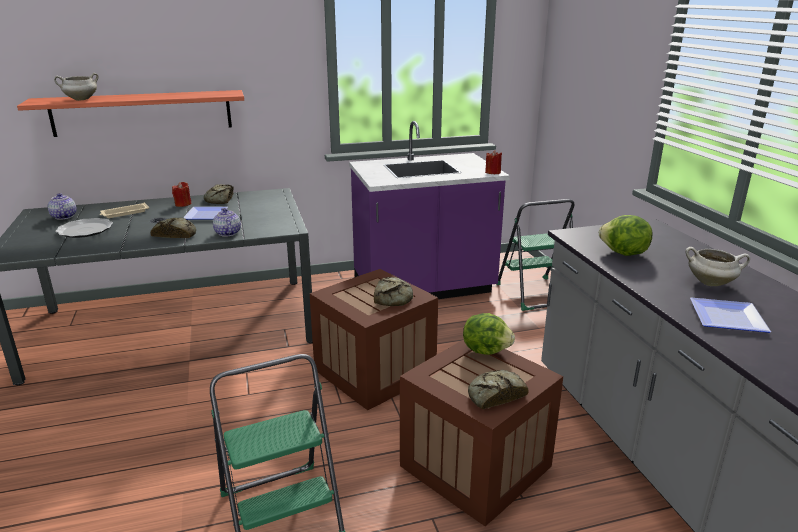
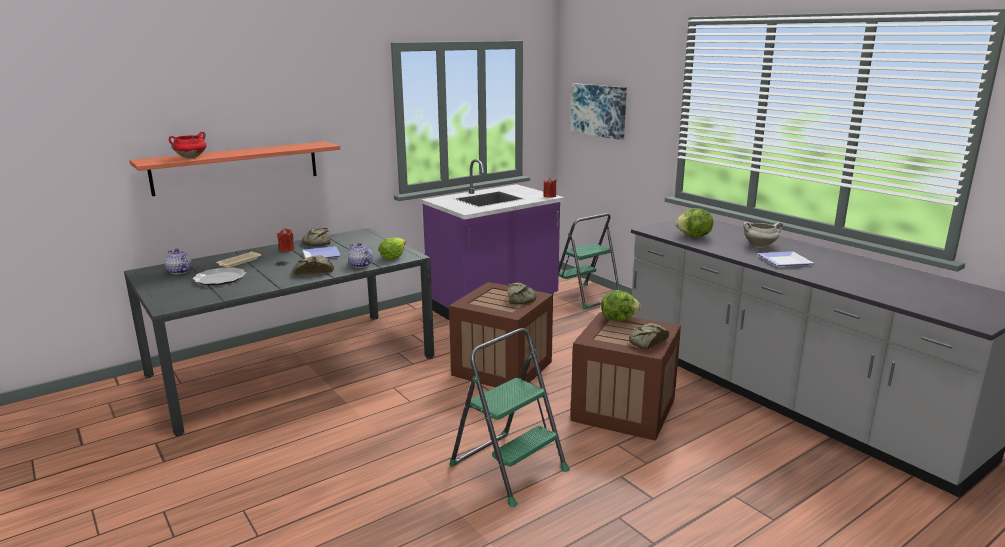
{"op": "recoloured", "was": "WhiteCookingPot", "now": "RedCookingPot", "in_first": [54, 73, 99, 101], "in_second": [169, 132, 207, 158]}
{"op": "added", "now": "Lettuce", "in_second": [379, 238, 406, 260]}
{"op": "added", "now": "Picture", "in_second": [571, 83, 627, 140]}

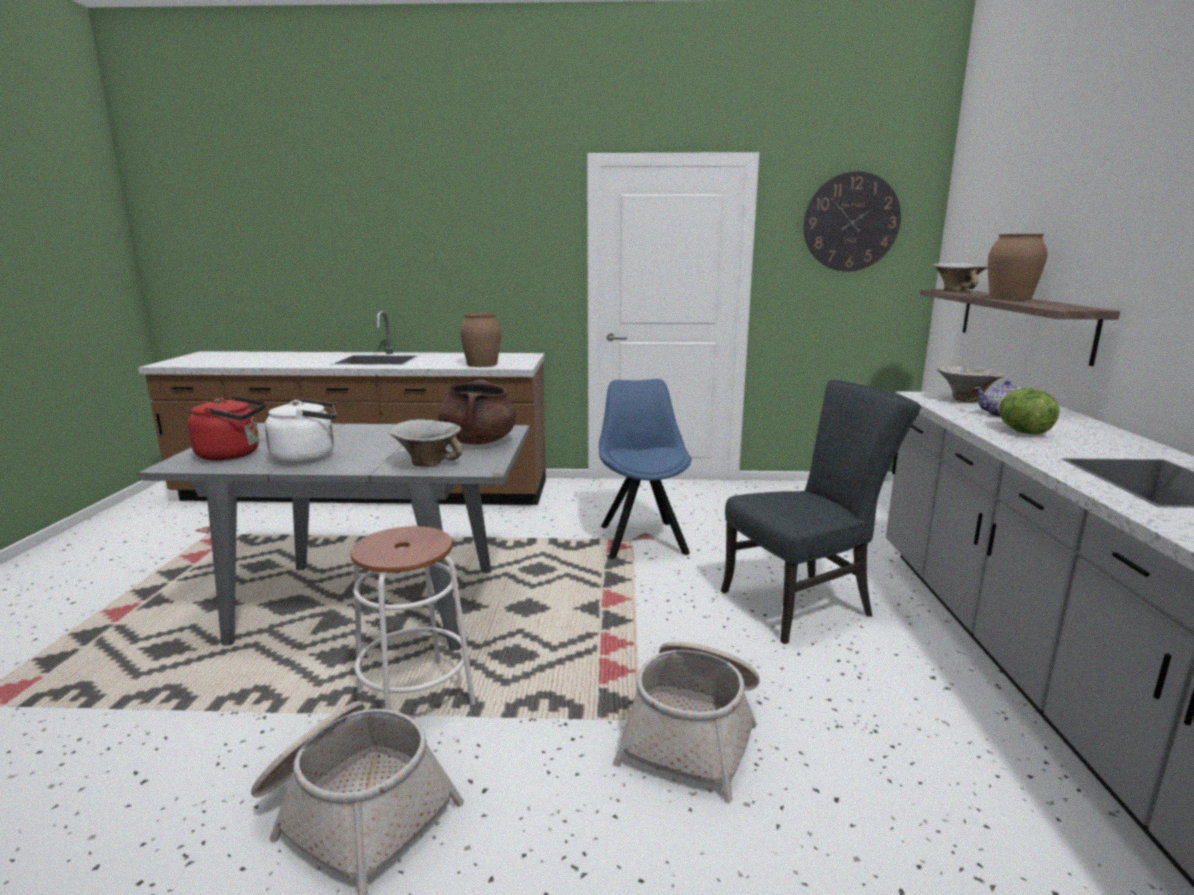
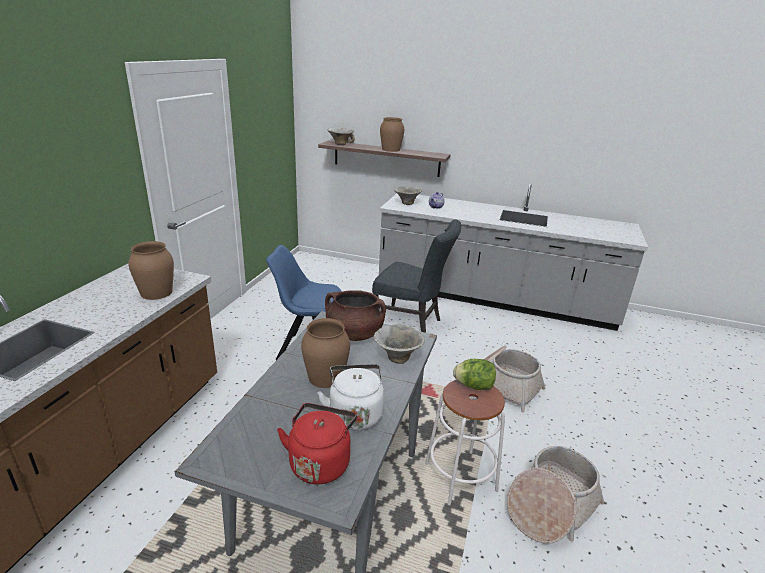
{"op": "turned", "was": "GreyChair", "in_first": [721, 380, 922, 644], "in_second": [372, 219, 461, 333], "clockwise": 120}
{"op": "removed", "was": "WallClock", "in_first": [803, 171, 901, 271]}
{"op": "moved", "was": "Lettuce", "in_first": [998, 388, 1059, 434], "in_second": [453, 359, 496, 390]}
{"op": "added", "now": "BrownVase", "in_second": [301, 318, 350, 388]}

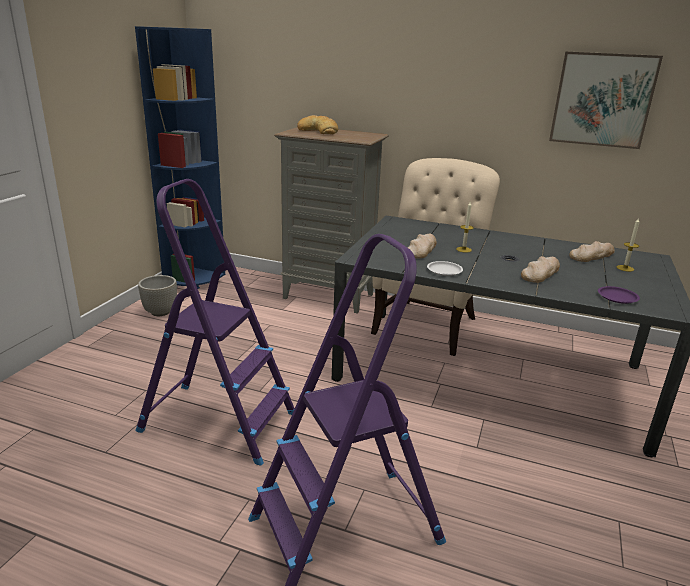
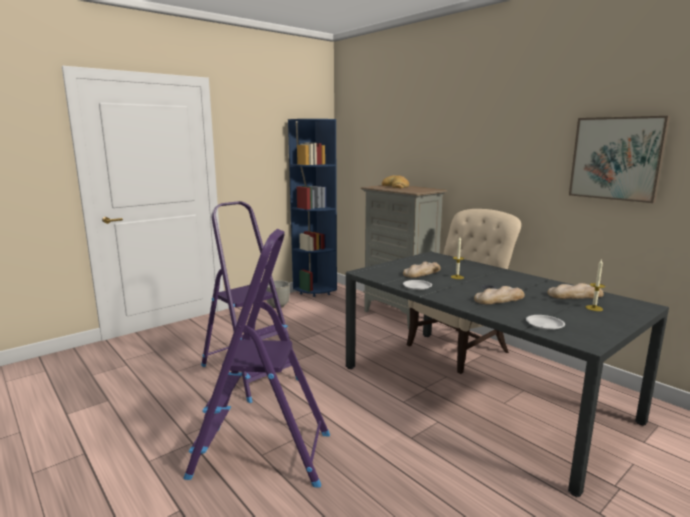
{"op": "recoloured", "was": "PurplePlate", "now": "WhitePlate", "in_first": [598, 286, 640, 304], "in_second": [526, 315, 565, 330]}

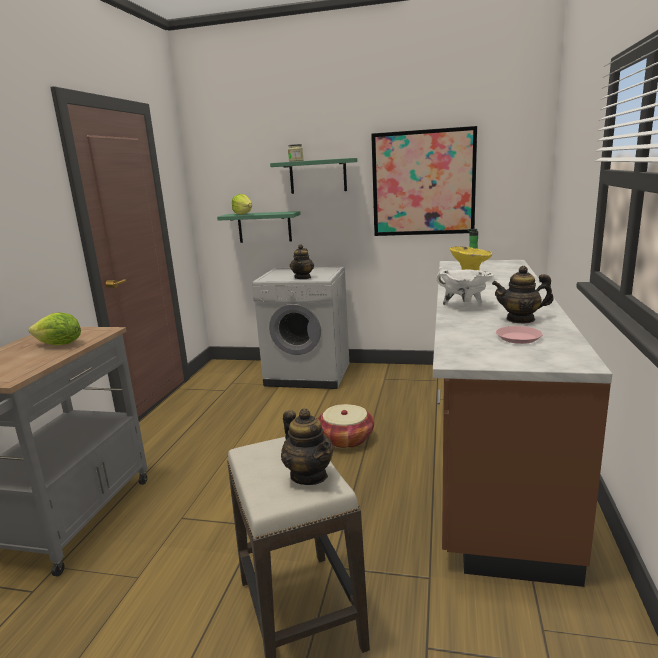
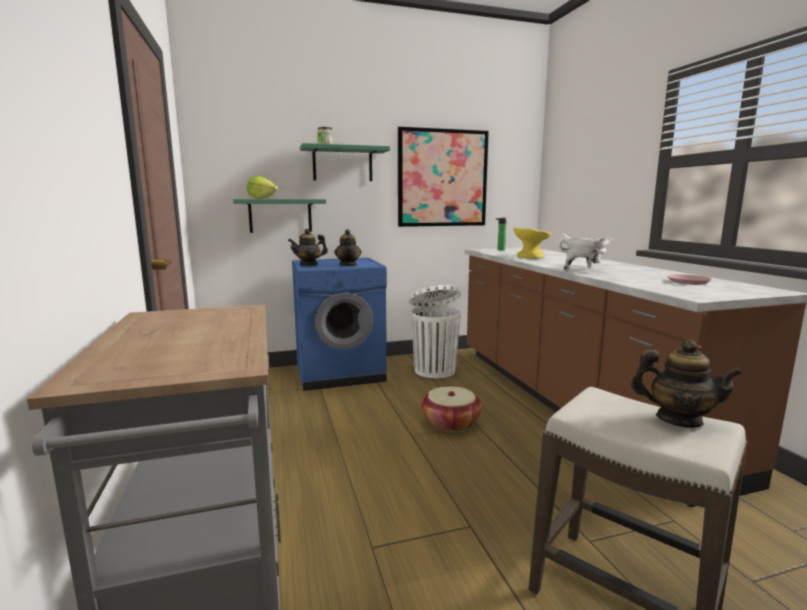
{"op": "removed", "was": "Lettuce", "in_first": [28, 312, 81, 345]}
{"op": "recoloured", "was": "WhiteWashingMachine", "now": "BlueWashingMachine", "in_first": [252, 267, 349, 389], "in_second": [292, 258, 387, 391]}
{"op": "moved", "was": "Teapot", "in_first": [492, 266, 553, 324], "in_second": [288, 229, 328, 266]}
{"op": "added", "now": "WhiteTrashCan", "in_second": [409, 285, 461, 378]}

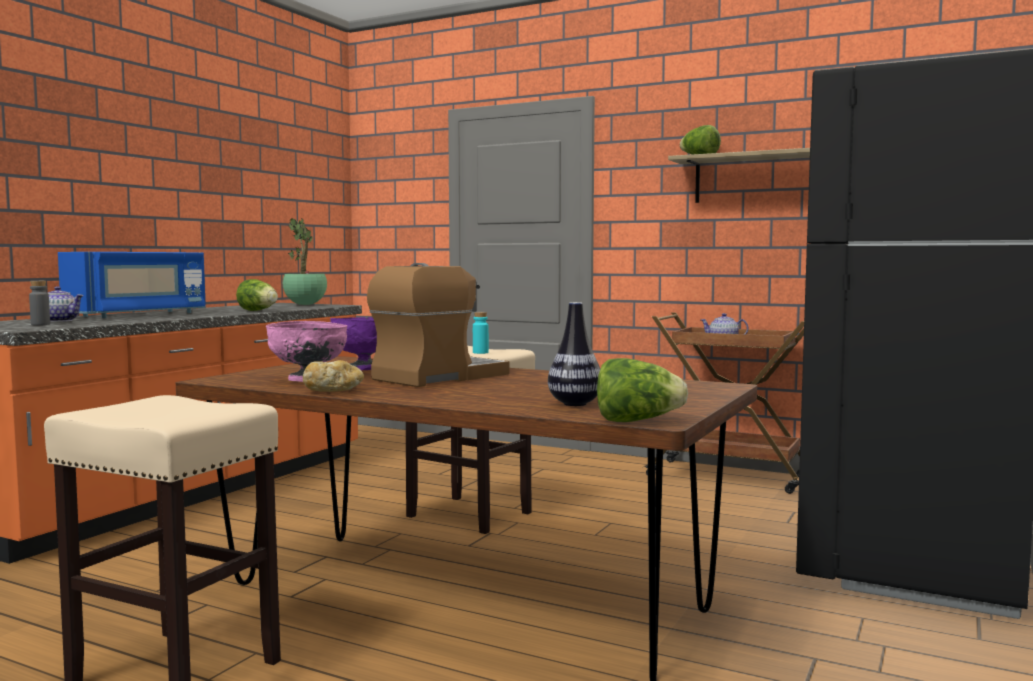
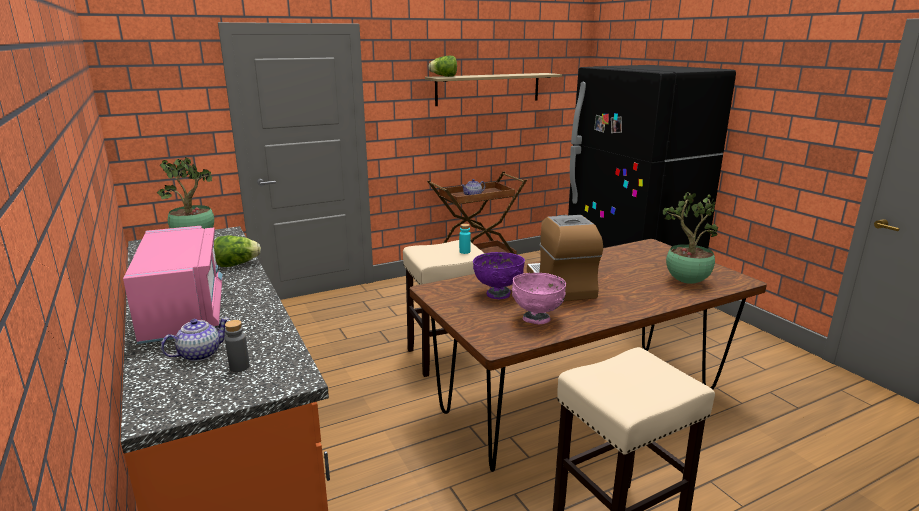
{"op": "recoloured", "was": "BlueMicrowave", "now": "PinkMicrowave", "in_first": [58, 252, 206, 318], "in_second": [123, 226, 223, 344]}
{"op": "removed", "was": "Bread", "in_first": [303, 360, 364, 392]}
{"op": "replaced", "was": "Vase", "now": "PottedPlant", "in_first": [548, 302, 600, 406], "in_second": [663, 192, 718, 284]}
{"op": "removed", "was": "Lettuce", "in_first": [597, 358, 688, 422]}

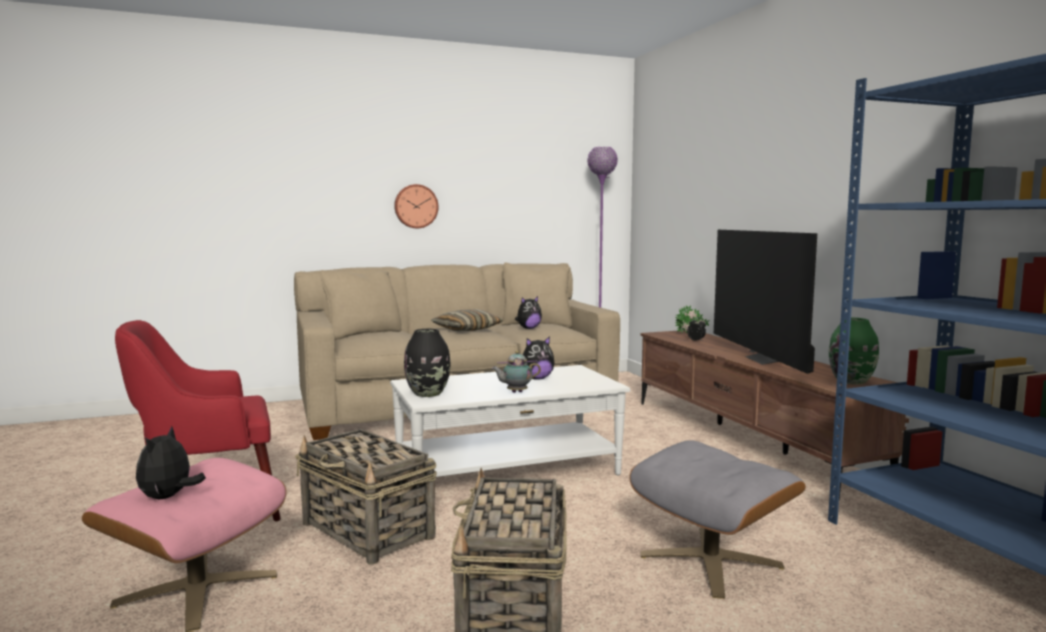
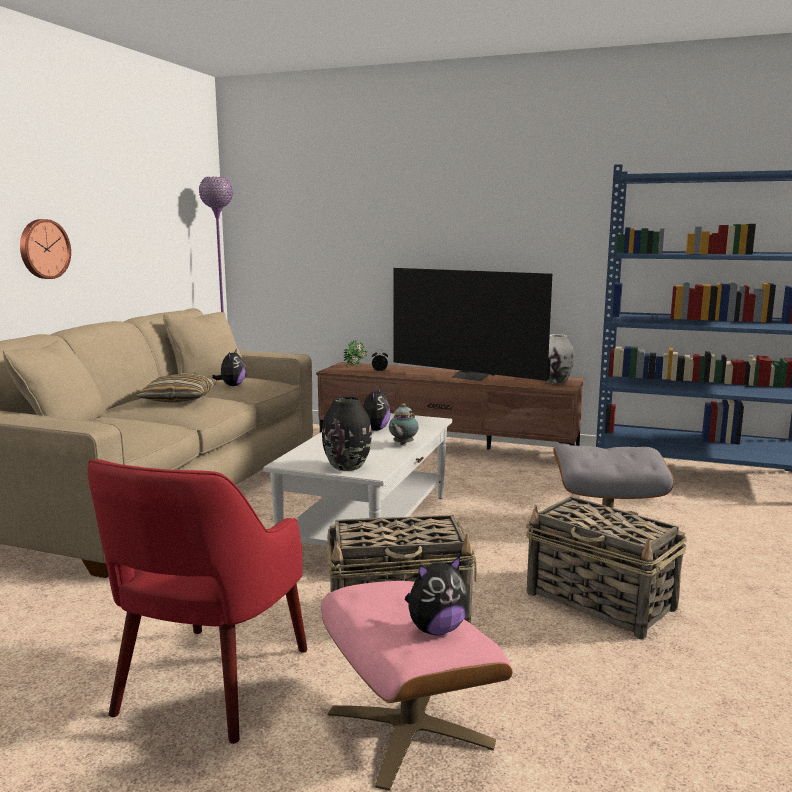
{"op": "turned", "was": "PlushToy", "in_first": [136, 426, 206, 499], "in_second": [405, 555, 469, 635], "clockwise": -75}
{"op": "recoloured", "was": "GreenVase", "now": "WhiteVase", "in_first": [829, 318, 879, 385], "in_second": [546, 334, 574, 384]}

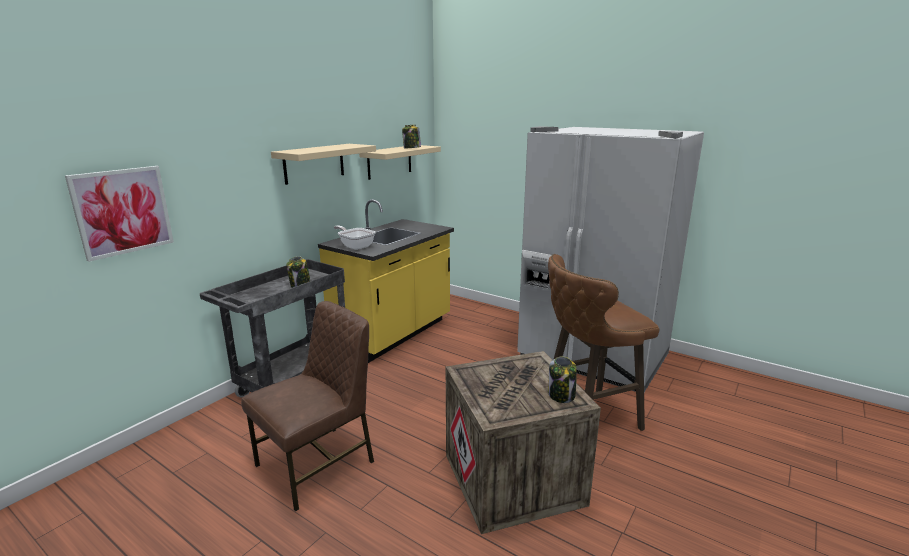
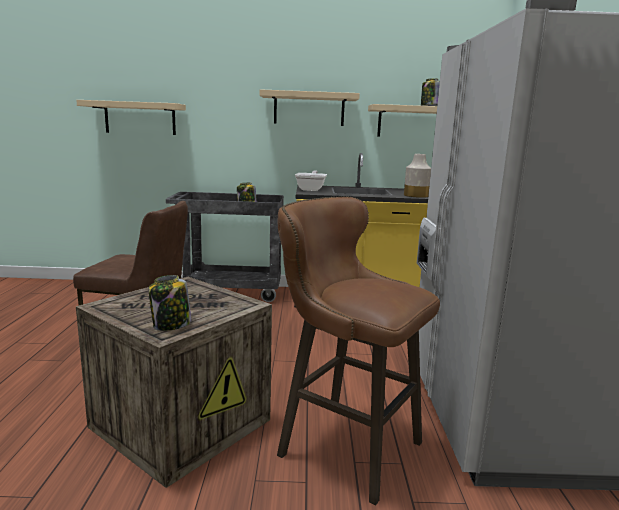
{"op": "replaced", "was": "Picture", "now": "BeigeShelf", "in_first": [65, 166, 174, 262], "in_second": [76, 100, 186, 135]}
{"op": "added", "now": "BeigeVase", "in_second": [404, 154, 431, 198]}

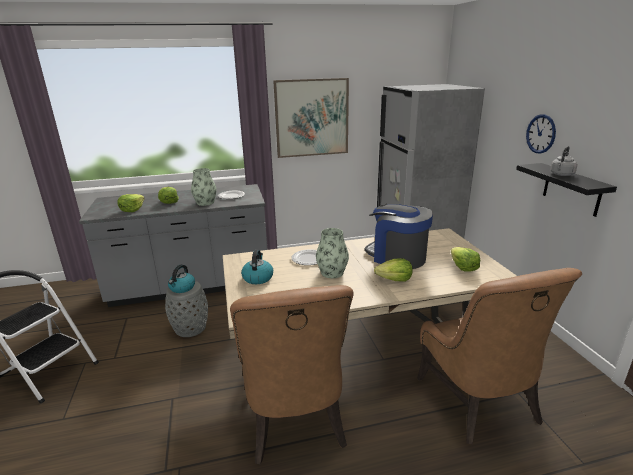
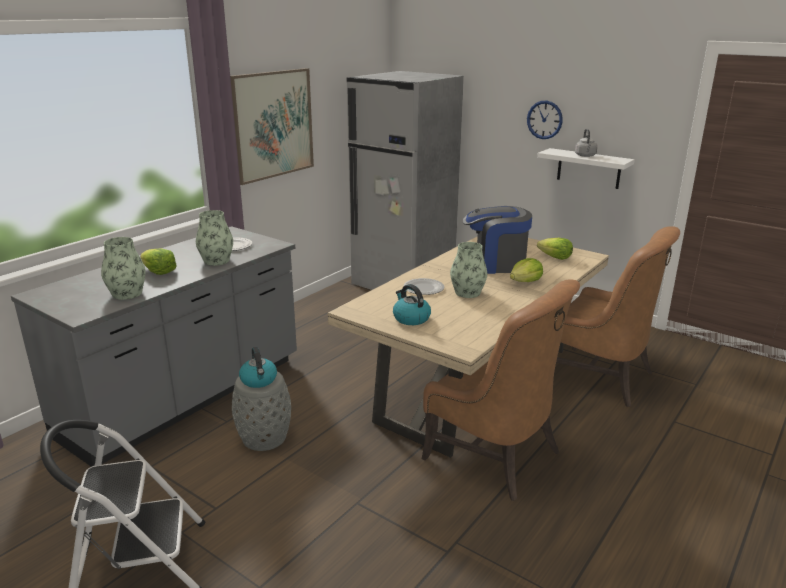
{"op": "replaced", "was": "Lettuce", "now": "Vase", "in_first": [117, 194, 145, 212], "in_second": [101, 237, 146, 300]}
{"op": "recoloured", "was": "BlackShelf", "now": "WhiteShelf", "in_first": [516, 163, 617, 217], "in_second": [537, 148, 635, 189]}

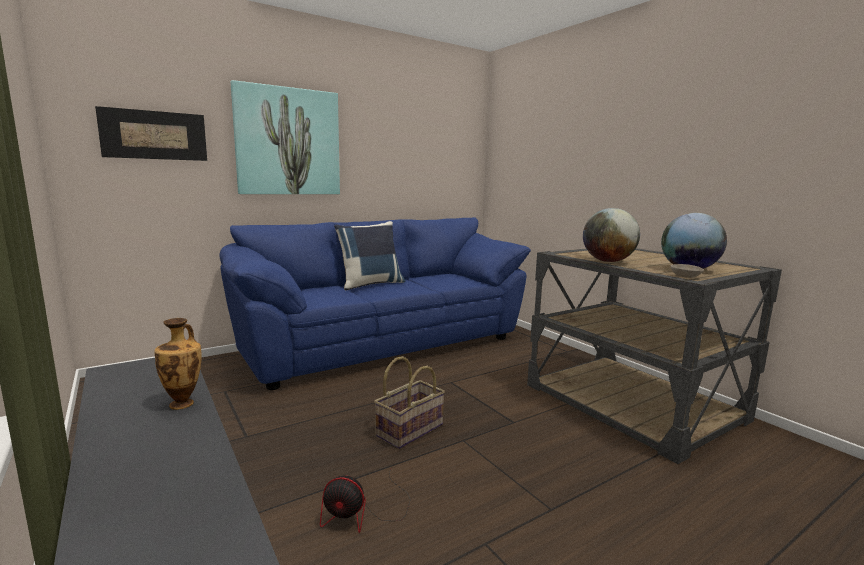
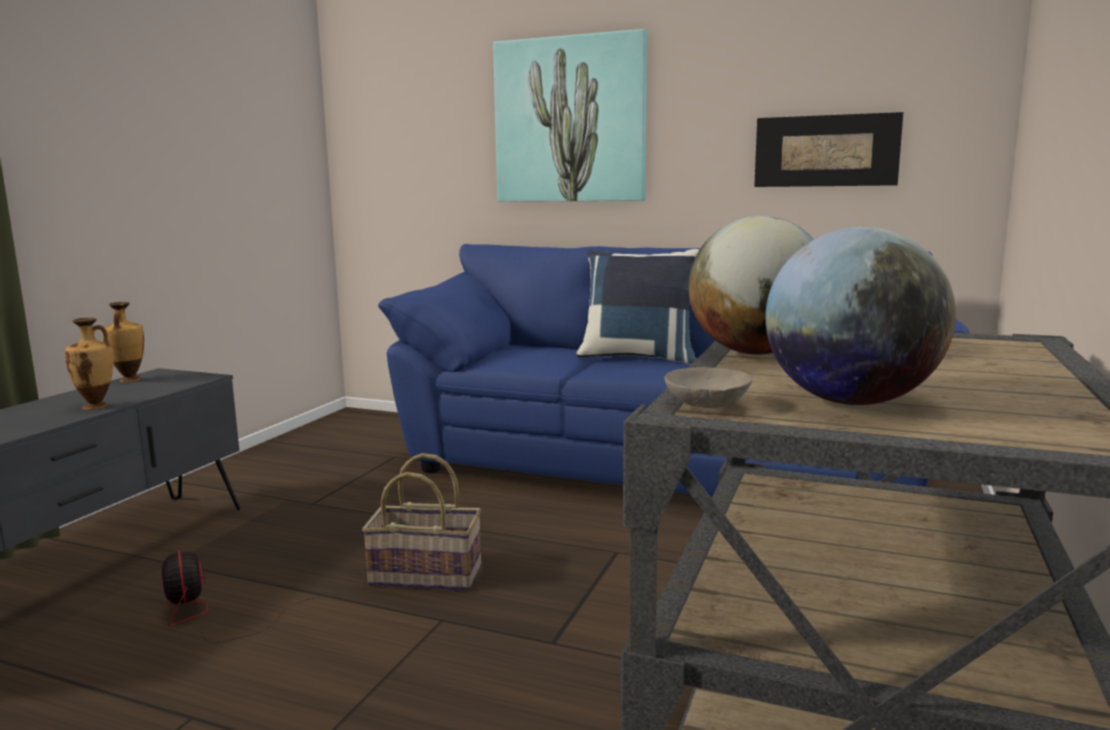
{"op": "moved", "was": "Picture", "in_first": [95, 106, 207, 161], "in_second": [754, 112, 903, 187]}
{"op": "added", "now": "Vase", "in_second": [102, 302, 144, 382]}

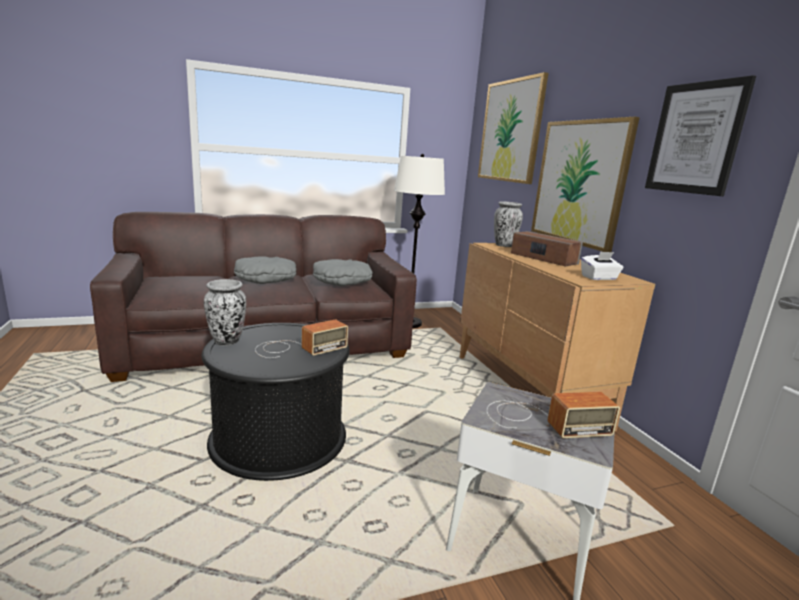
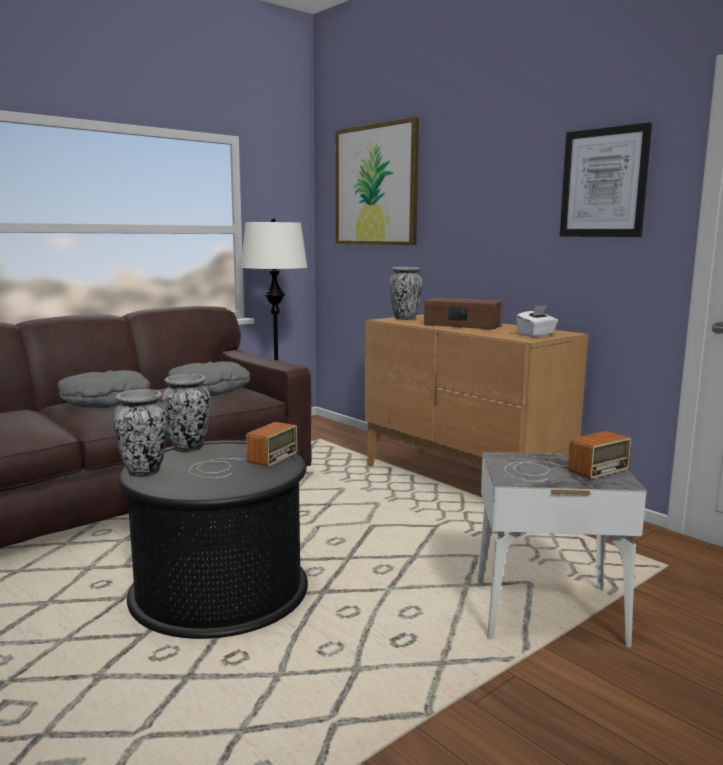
{"op": "removed", "was": "Picture", "in_first": [531, 117, 640, 252]}
{"op": "added", "now": "Vase", "in_second": [162, 374, 210, 453]}

